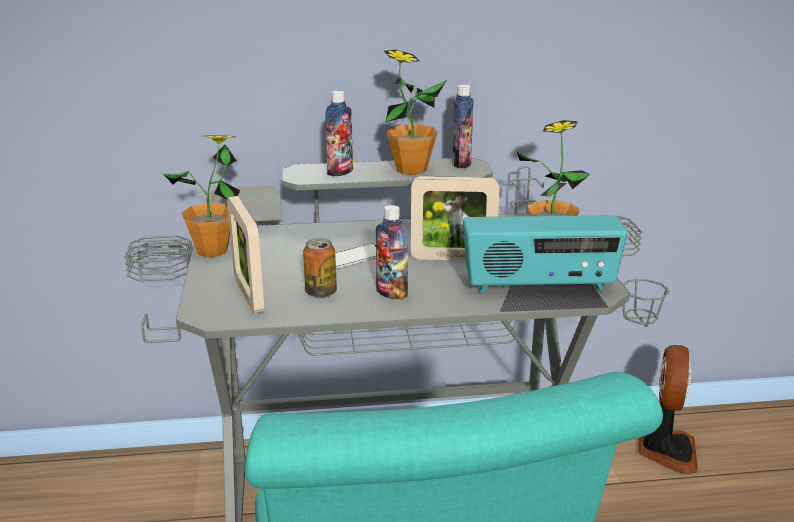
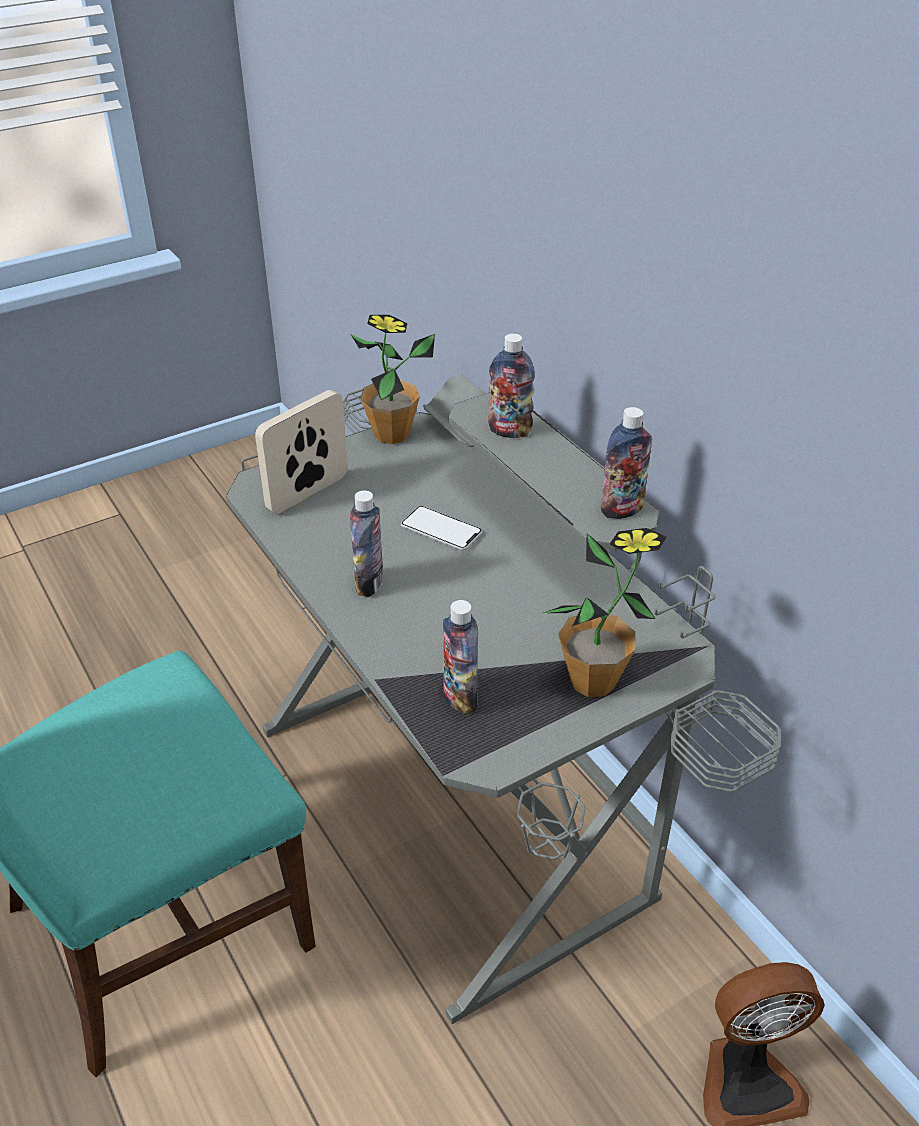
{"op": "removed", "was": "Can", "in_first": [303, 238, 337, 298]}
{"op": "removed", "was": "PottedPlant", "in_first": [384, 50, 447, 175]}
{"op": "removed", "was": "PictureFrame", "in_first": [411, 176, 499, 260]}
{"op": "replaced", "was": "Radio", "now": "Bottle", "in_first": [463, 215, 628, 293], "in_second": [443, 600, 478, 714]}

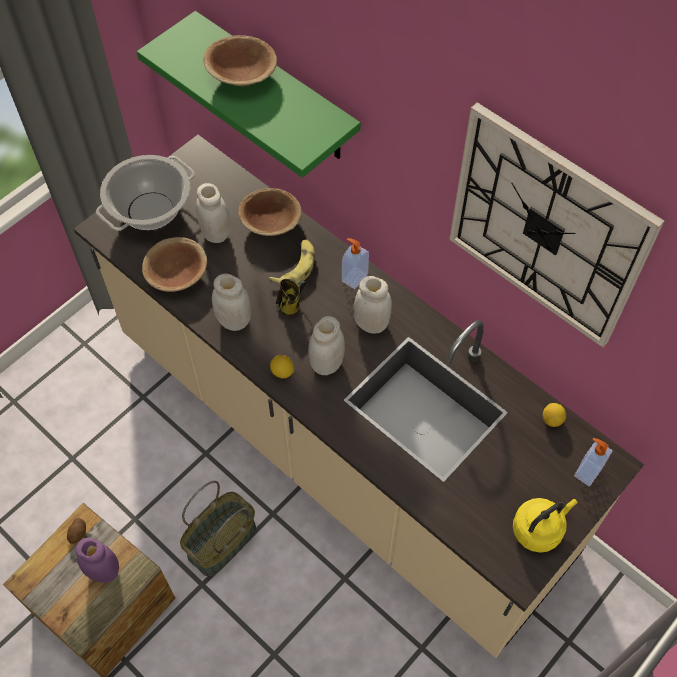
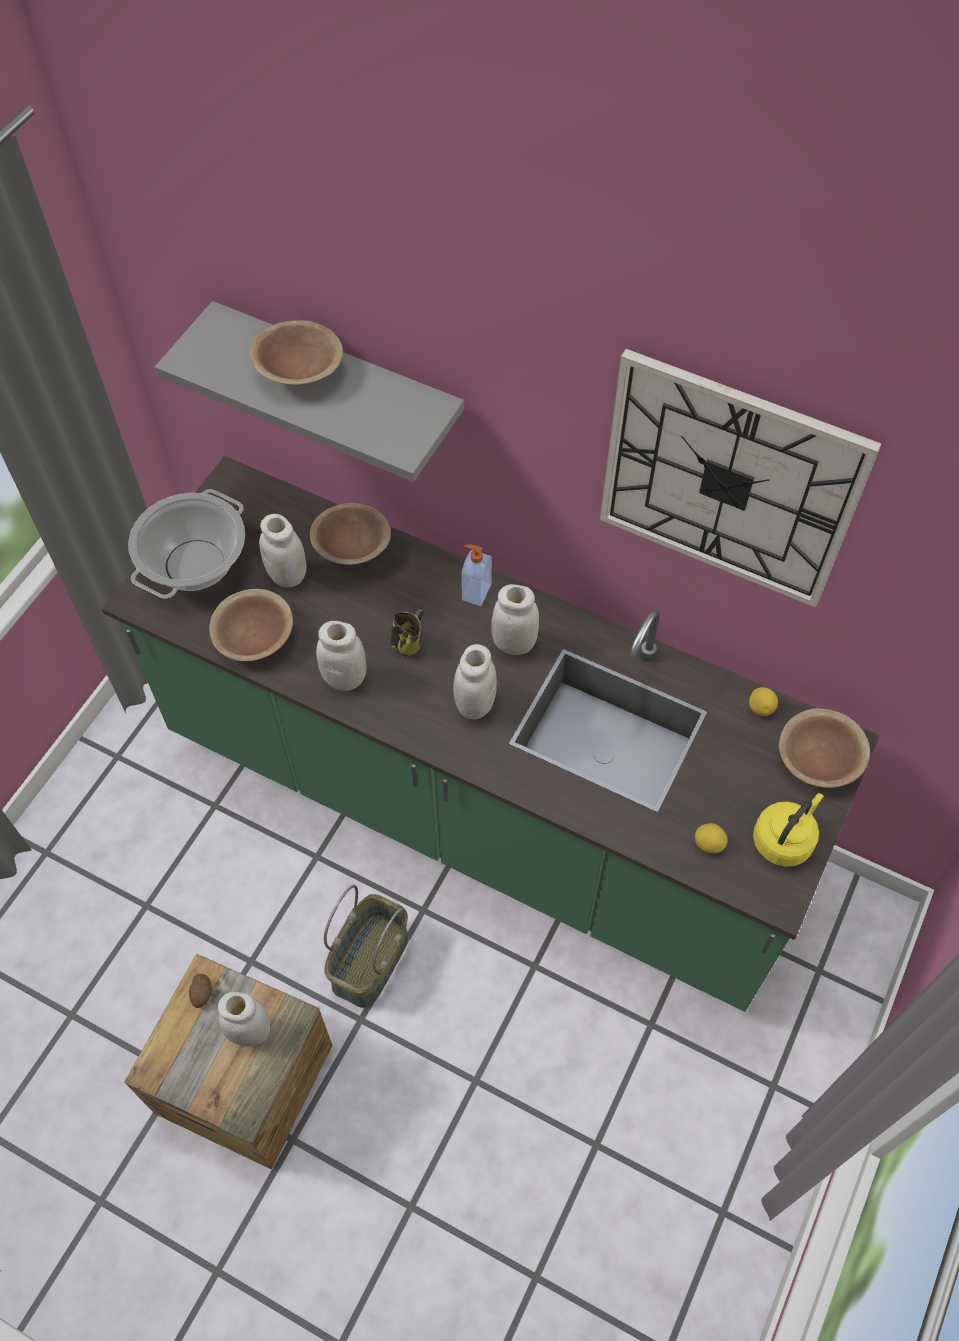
{"op": "recoloured", "was": "BeigeCounter", "now": "GreenCounter", "in_first": [74, 135, 644, 658], "in_second": [102, 456, 879, 1012]}
{"op": "recoloured", "was": "PurpleJar", "now": "WhiteJar", "in_first": [76, 538, 119, 583], "in_second": [218, 992, 270, 1046]}
{"op": "recoloured", "was": "GreenShelf", "now": "GreyShelf", "in_first": [136, 11, 361, 178], "in_second": [155, 301, 464, 482]}
{"op": "removed", "was": "Banana", "in_first": [269, 239, 315, 283]}
{"op": "moved", "was": "Lemon", "in_first": [270, 355, 294, 378], "in_second": [695, 823, 727, 854]}
{"op": "replaced", "was": "SoapDispenser", "now": "BrownBowl", "in_first": [574, 438, 613, 487], "in_second": [779, 708, 870, 788]}

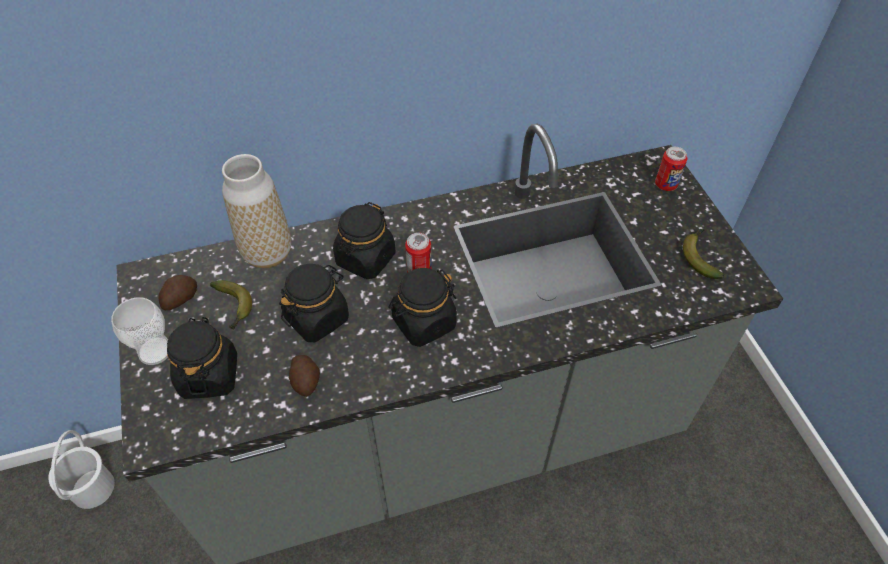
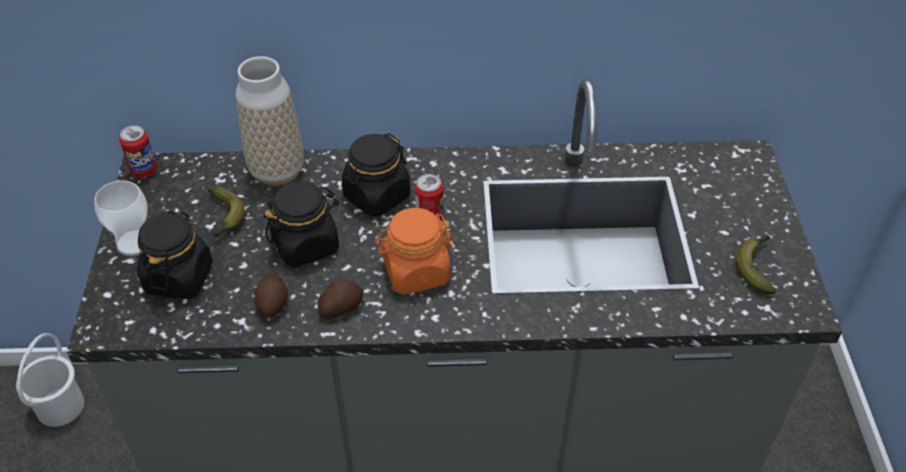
{"op": "moved", "was": "Potato", "in_first": [158, 275, 197, 310], "in_second": [318, 279, 363, 318]}
{"op": "recoloured", "was": "BlackJar", "now": "OrangeJar", "in_first": [388, 268, 457, 347], "in_second": [374, 208, 454, 295]}
{"op": "moved", "was": "Can", "in_first": [655, 147, 688, 191], "in_second": [119, 126, 157, 178]}

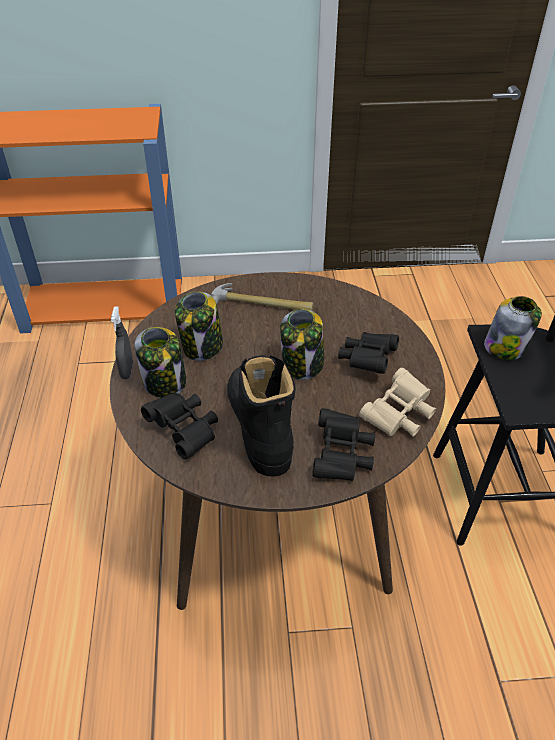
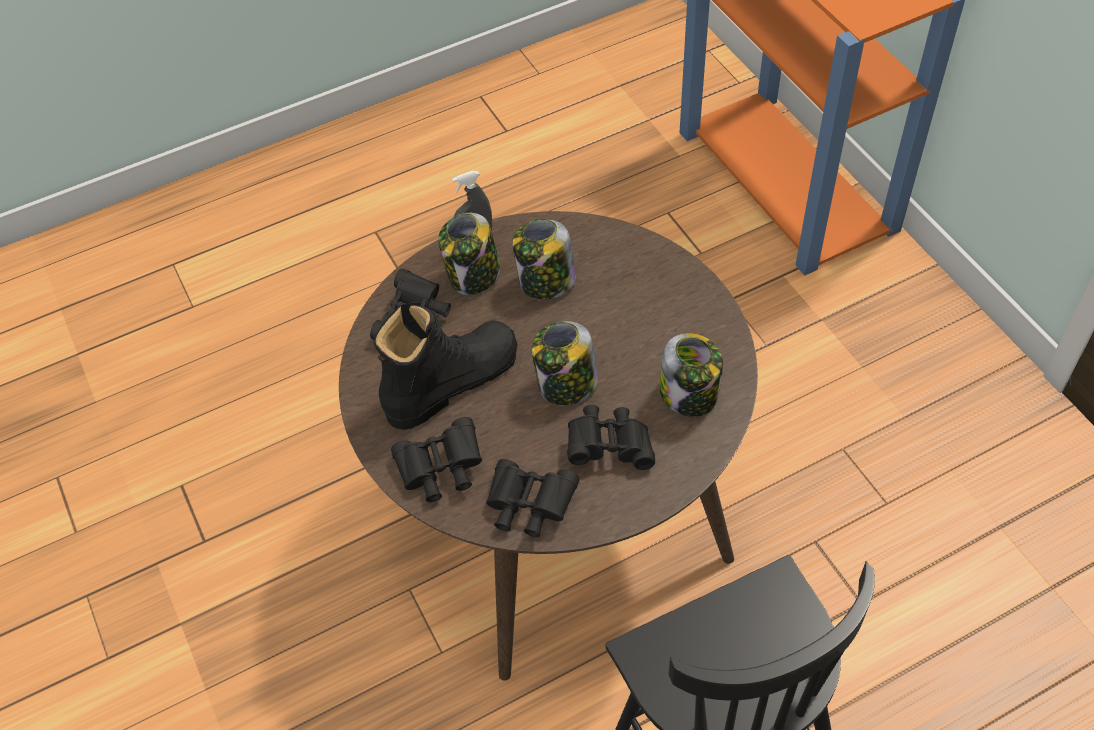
{"op": "removed", "was": "Hammer", "in_first": [211, 283, 313, 311]}
{"op": "recoloured", "was": "BeigeBinoculars", "now": "BlackBinoculars", "in_first": [359, 368, 436, 437], "in_second": [486, 459, 579, 537]}
{"op": "moved", "was": "Jar", "in_first": [484, 296, 542, 360], "in_second": [660, 333, 723, 417]}

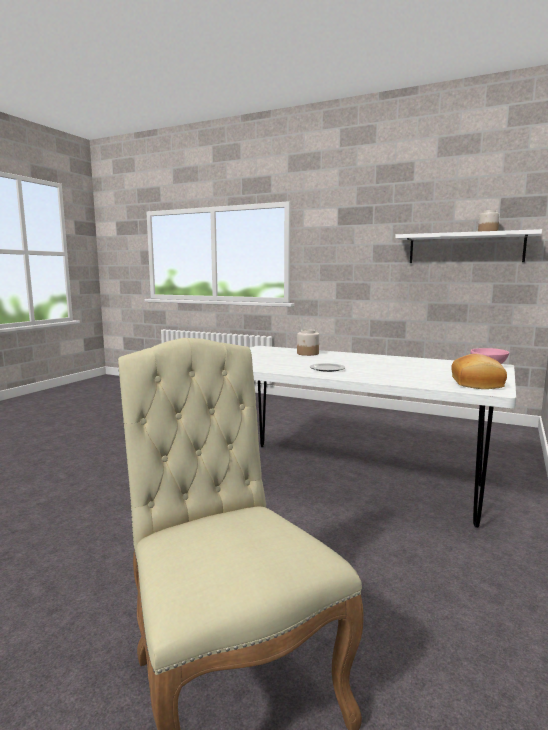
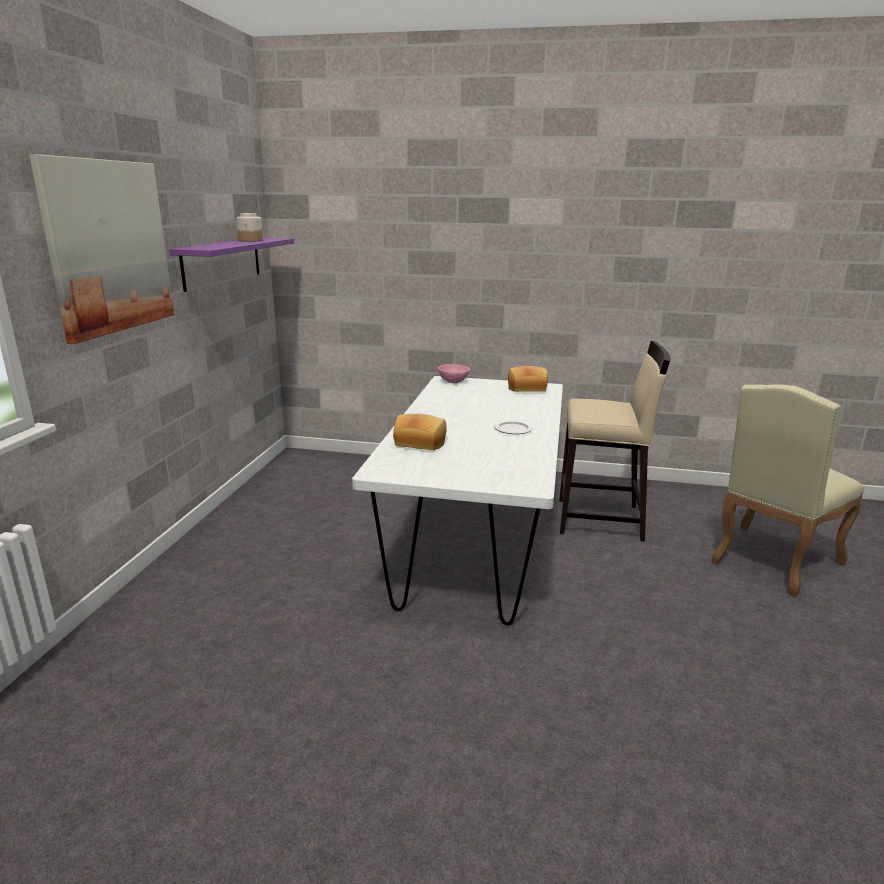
{"op": "replaced", "was": "Jar", "now": "Bread", "in_first": [297, 329, 319, 356], "in_second": [393, 414, 447, 450]}
{"op": "recoloured", "was": "WhiteShelf", "now": "PurpleShelf", "in_first": [395, 229, 542, 263], "in_second": [169, 238, 294, 292]}
{"op": "added", "now": "Picture", "in_second": [29, 154, 174, 344]}
{"op": "added", "now": "BeigeStool", "in_second": [559, 341, 670, 542]}

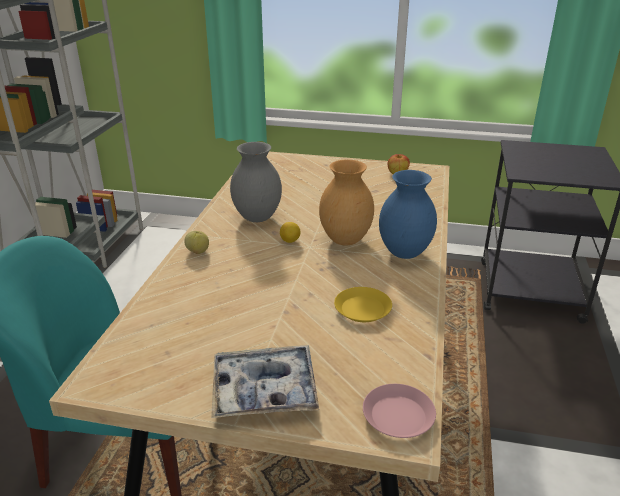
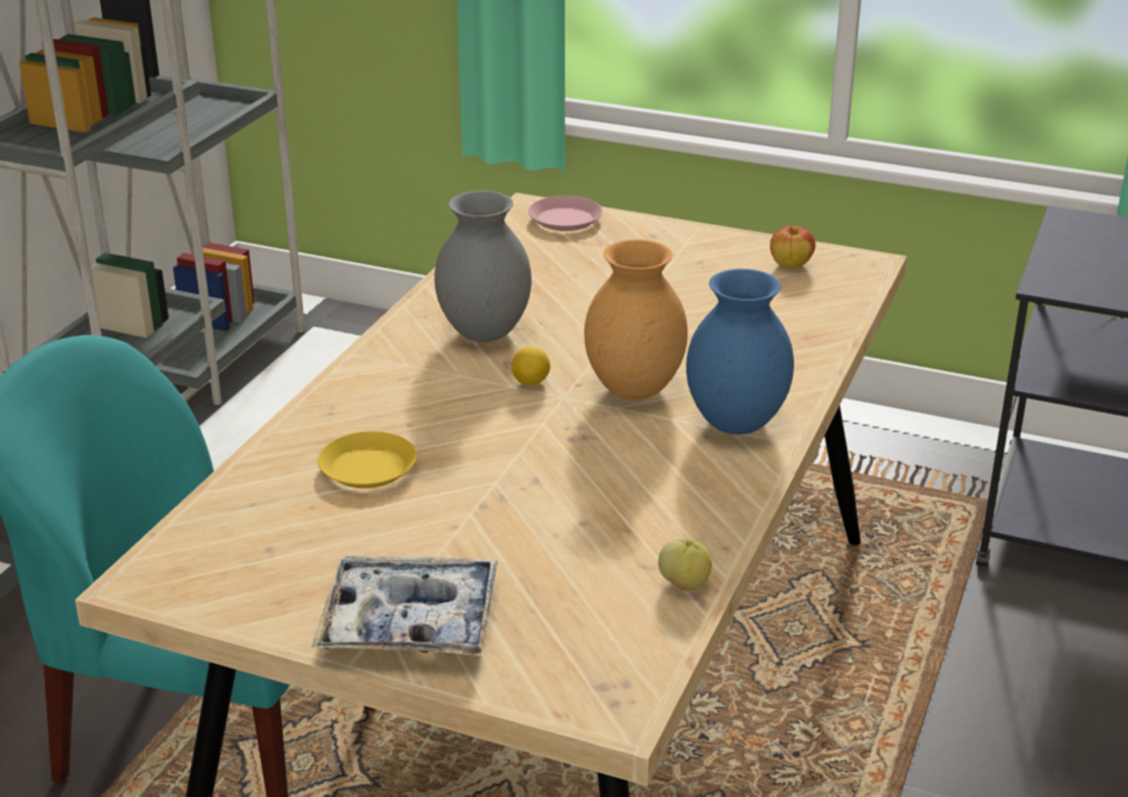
{"op": "moved", "was": "Apple", "in_first": [184, 231, 209, 254], "in_second": [658, 538, 712, 591]}
{"op": "moved", "was": "YellowPlate", "in_first": [334, 287, 392, 322], "in_second": [318, 431, 417, 488]}
{"op": "moved", "was": "PinkPlate", "in_first": [363, 384, 436, 438], "in_second": [528, 196, 603, 231]}

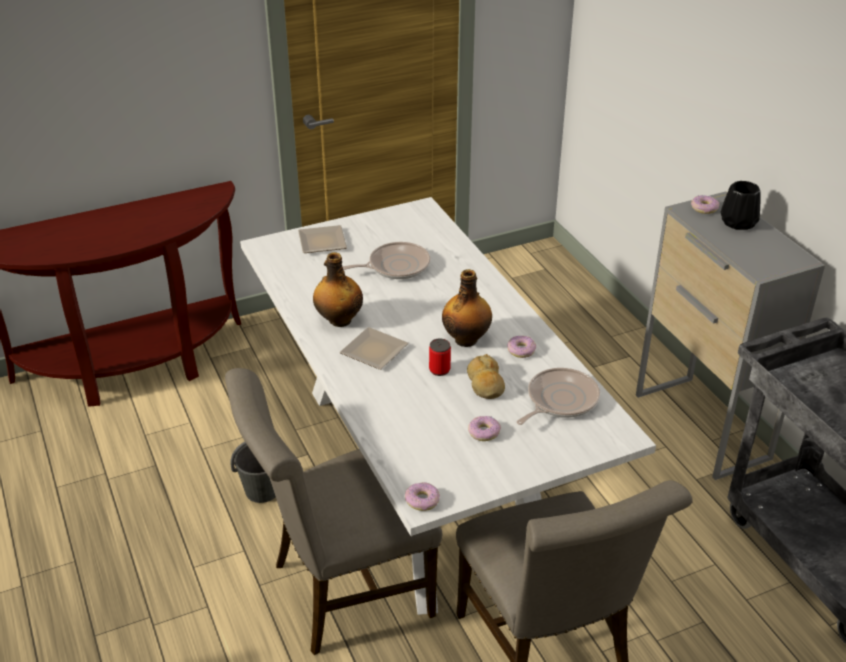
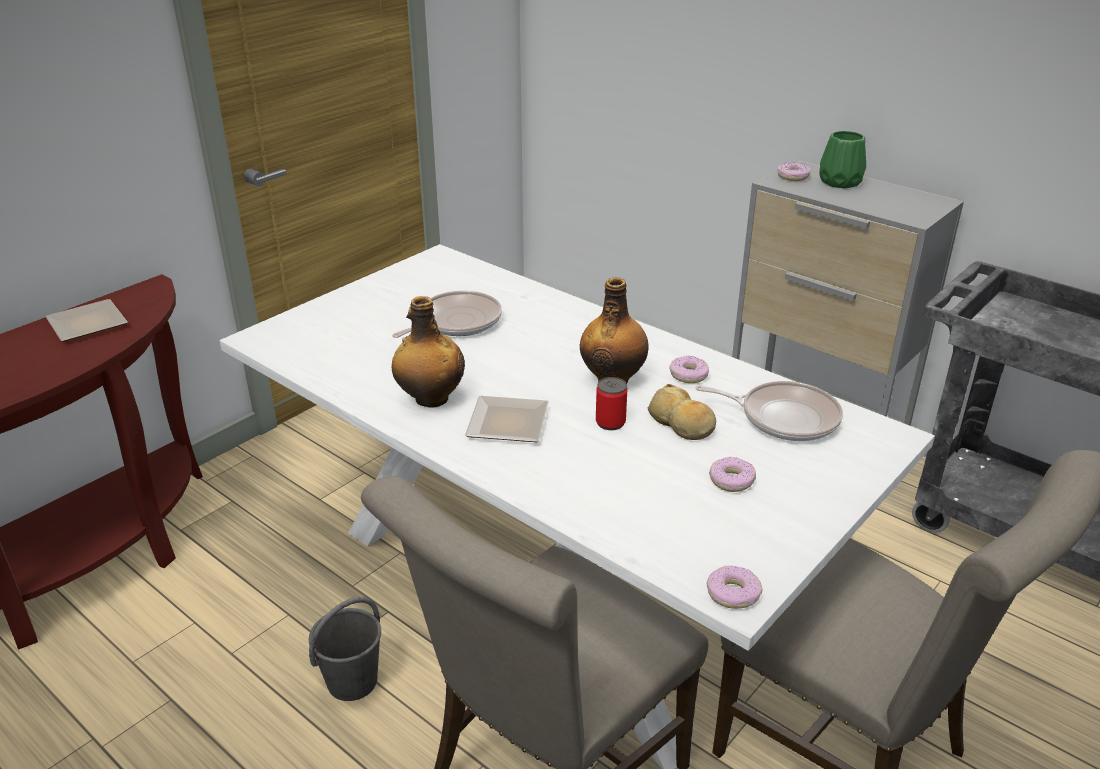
{"op": "moved", "was": "Plate", "in_first": [298, 225, 347, 253], "in_second": [45, 299, 128, 342]}
{"op": "turned", "was": "FryingPan", "in_first": [517, 368, 600, 425], "in_second": [695, 381, 843, 441], "clockwise": 90}
{"op": "recoloured", "was": "BlackVase", "now": "GreenVase", "in_first": [721, 181, 761, 230], "in_second": [819, 131, 866, 188]}

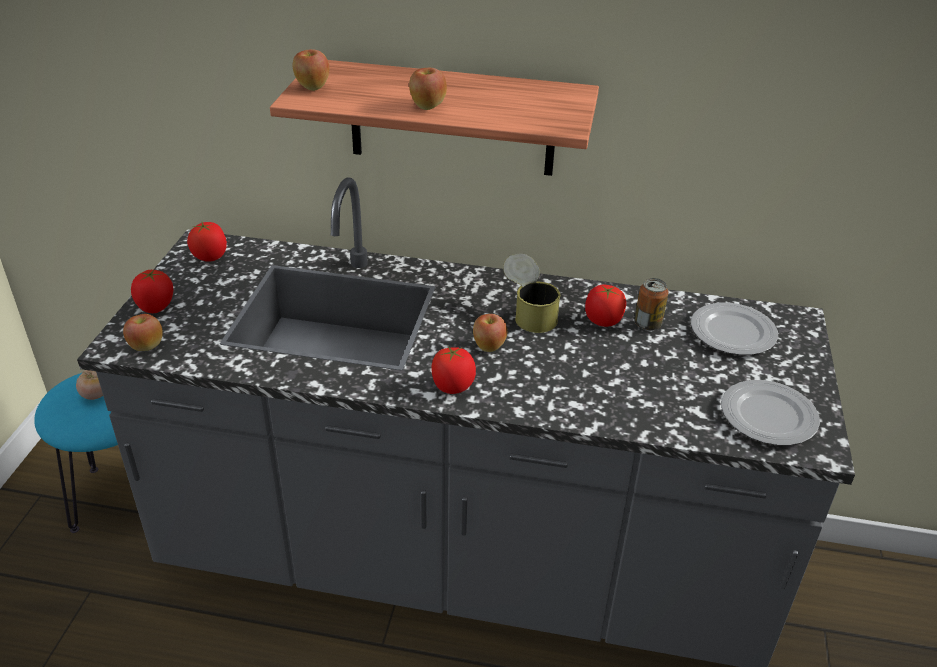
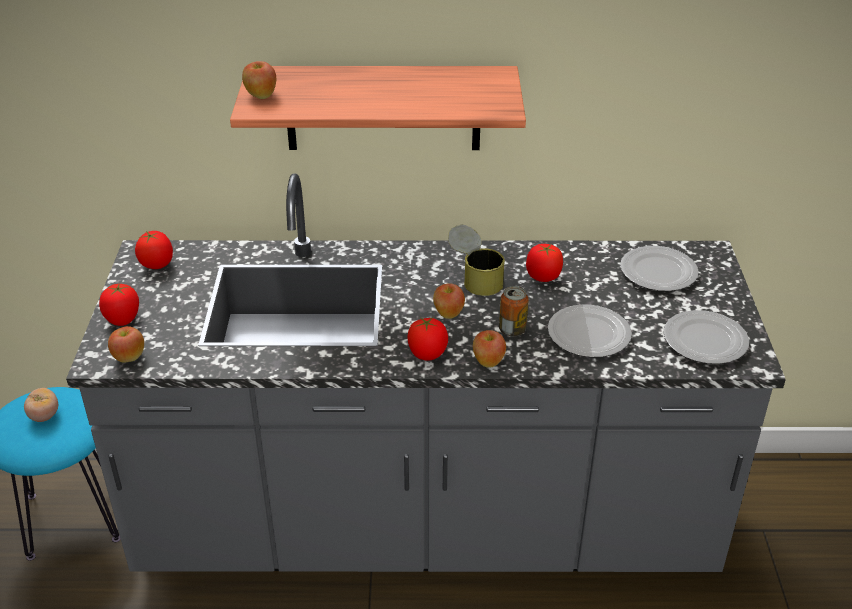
{"op": "moved", "was": "Apple", "in_first": [409, 68, 447, 110], "in_second": [473, 330, 506, 368]}
{"op": "moved", "was": "Can", "in_first": [634, 278, 669, 330], "in_second": [499, 286, 529, 336]}
{"op": "added", "now": "Plate", "in_second": [548, 304, 632, 357]}

